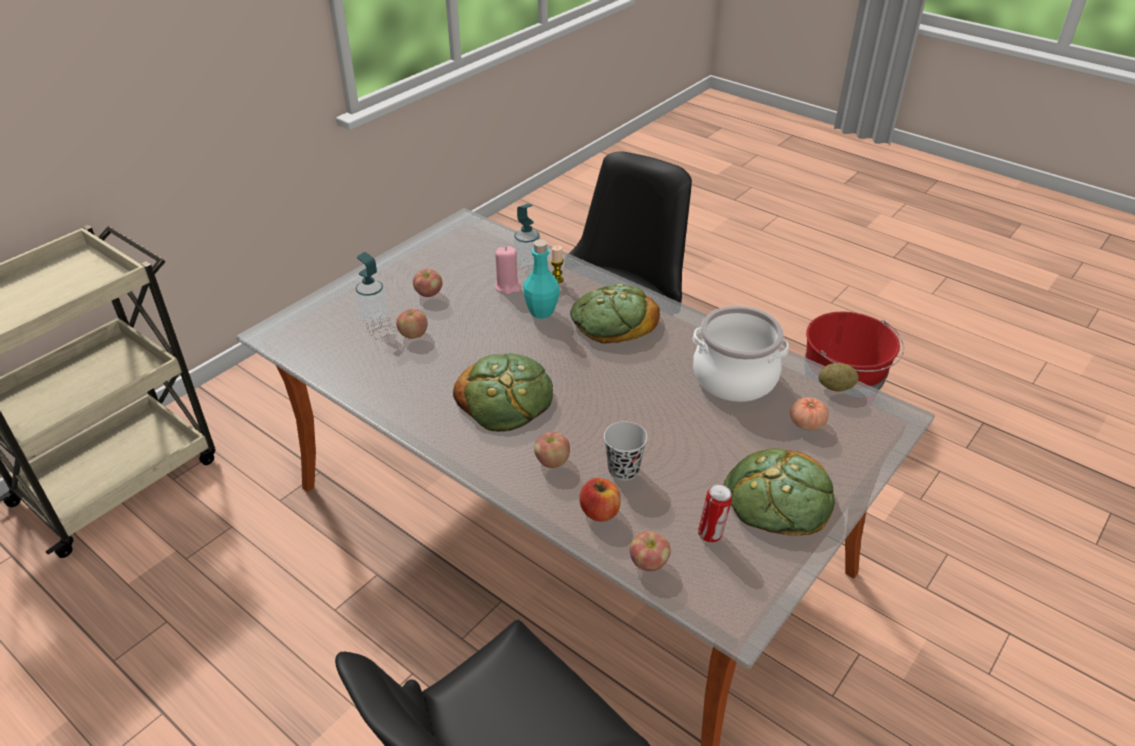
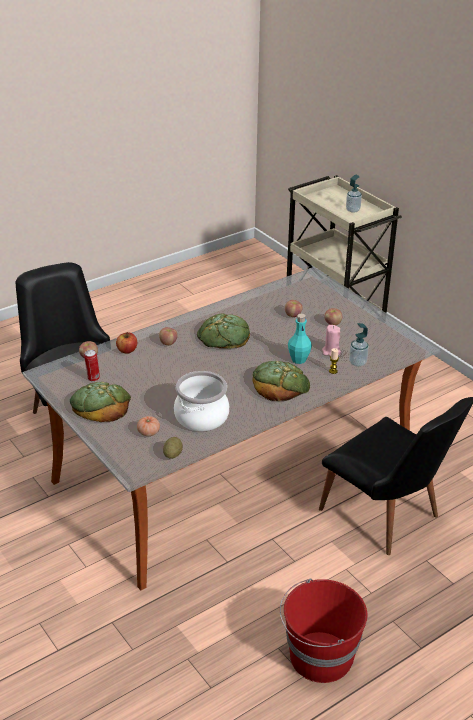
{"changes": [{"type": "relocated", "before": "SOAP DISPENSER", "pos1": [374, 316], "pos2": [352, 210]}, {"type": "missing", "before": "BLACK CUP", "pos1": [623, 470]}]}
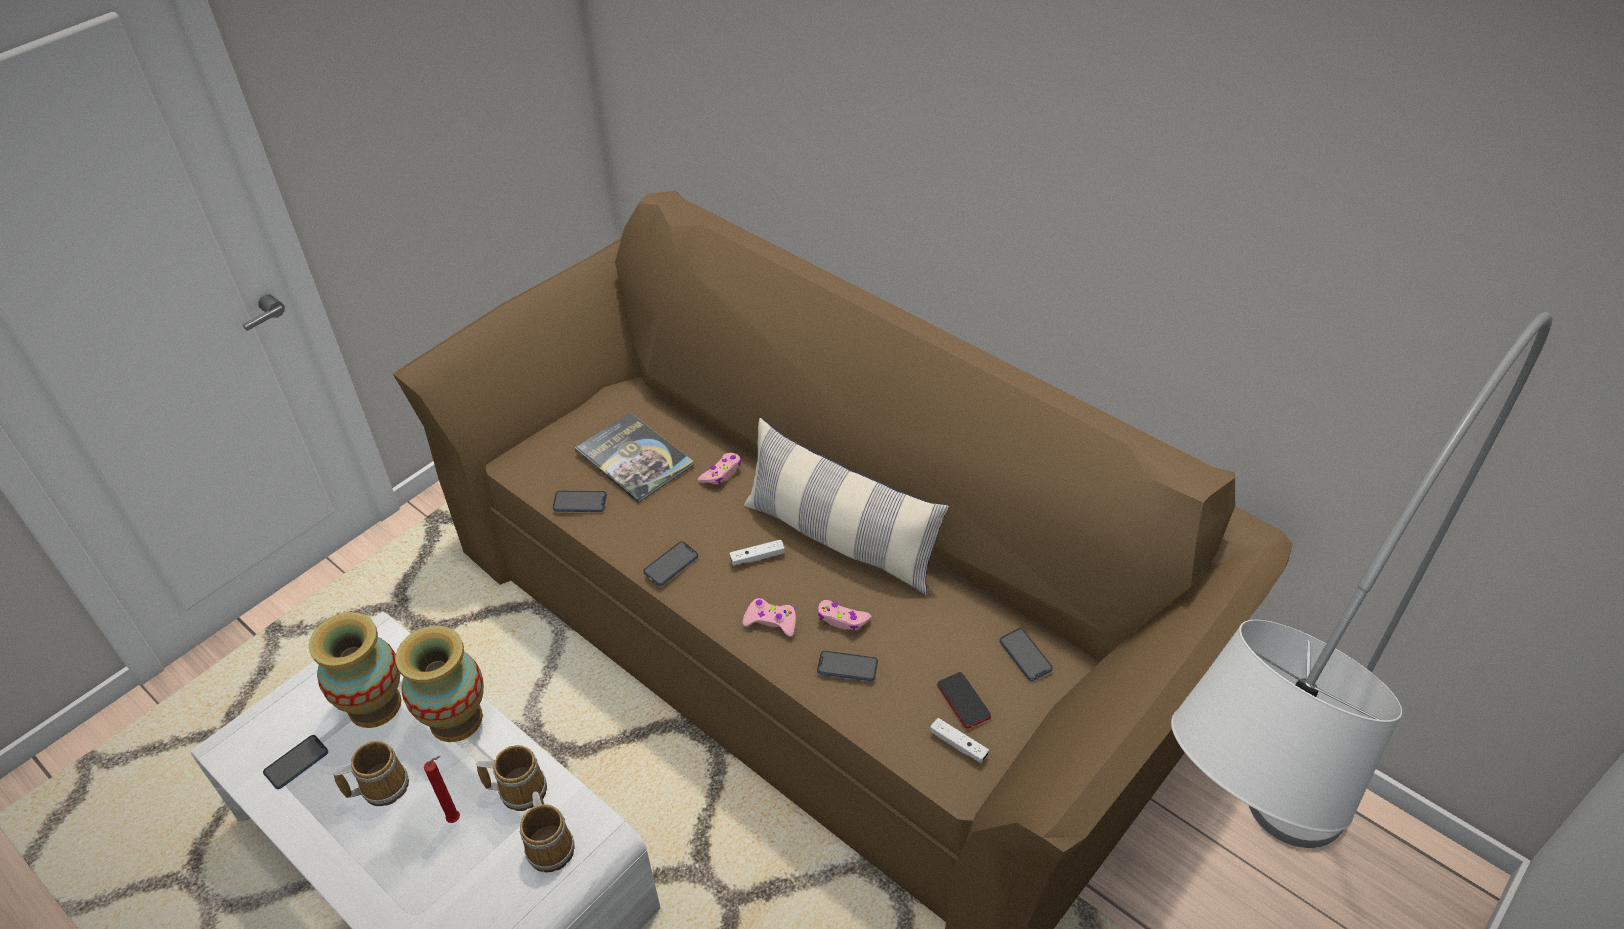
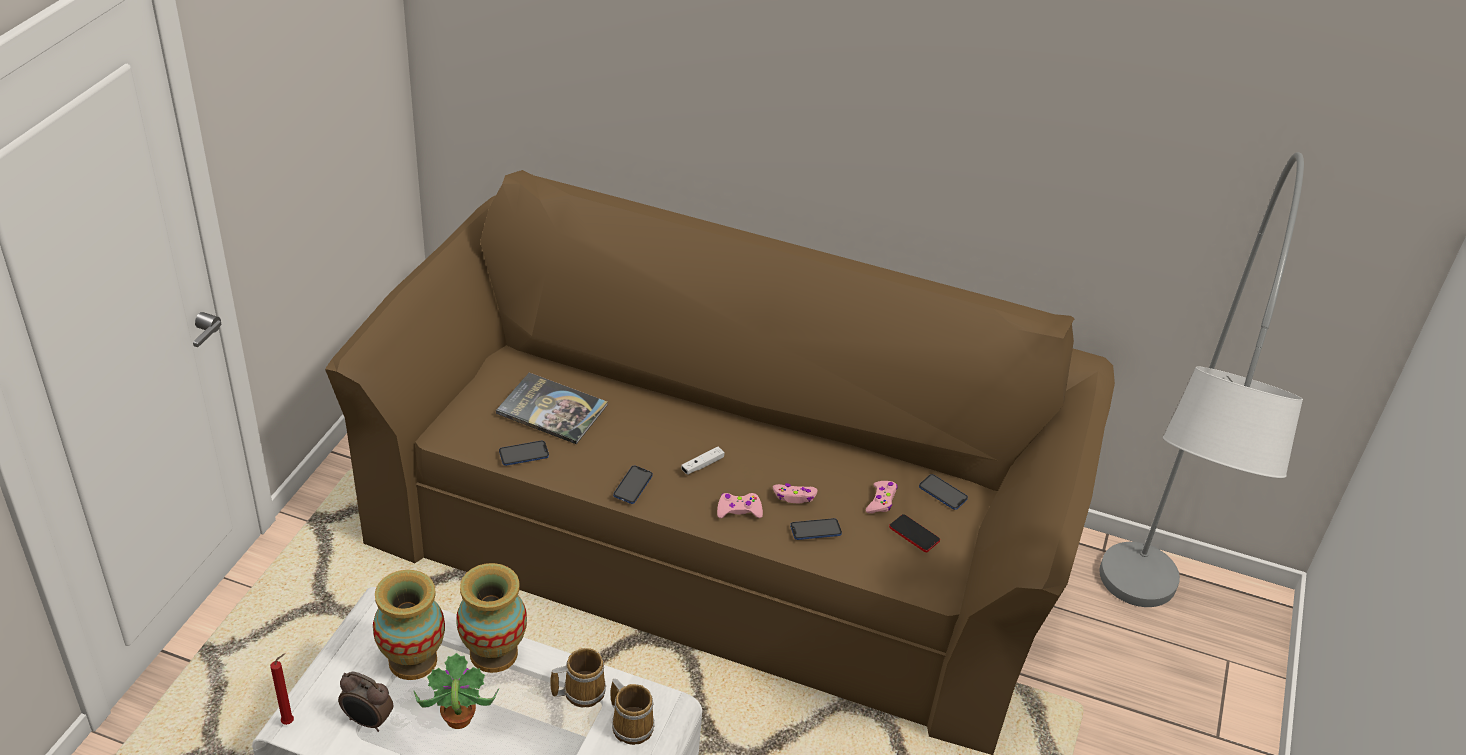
{"changes": [{"type": "exchanged", "before": "PHONE", "after": "ALARM CLOCK", "pos1": [296, 763], "pos2": [368, 721]}, {"type": "exchanged", "before": "MUG", "after": "POTTED PLANT", "pos1": [381, 786], "pos2": [457, 719]}, {"type": "relocated", "before": "RED CANDLE", "pos1": [456, 819], "pos2": [290, 721]}, {"type": "relocated", "before": "PINK GAME CONTROLLER", "pos1": [722, 473], "pos2": [881, 501]}, {"type": "missing", "before": "PILLOW", "pos1": [840, 539]}, {"type": "missing", "before": "WHITE GAME CONTROLLER", "pos1": [958, 745]}]}
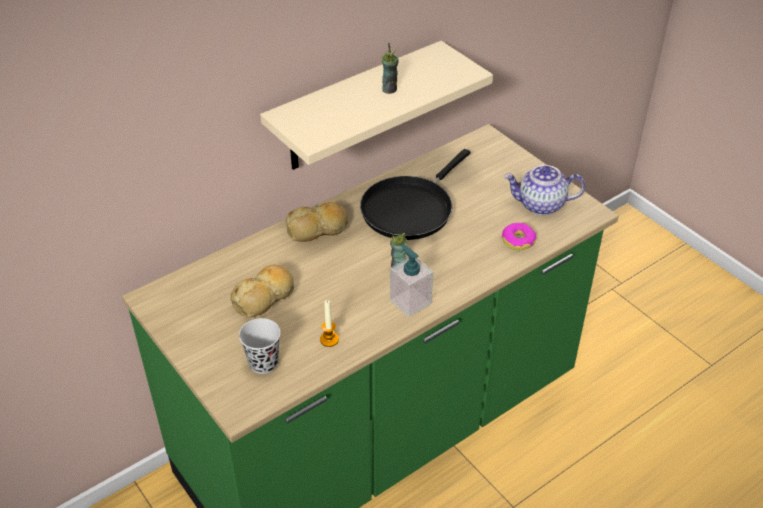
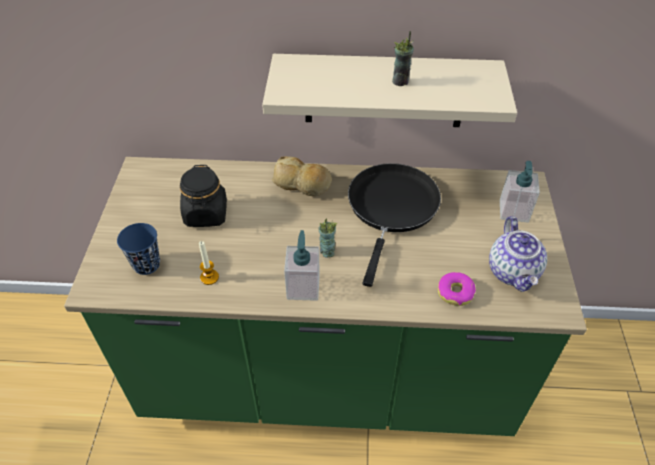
{"changes": [{"type": "exchanged", "before": "BREAD", "after": "BLACK JAR", "pos1": [265, 297], "pos2": [206, 214]}, {"type": "colour", "before": "BLACK CUP", "after": "BLUE CUP", "pos1": [263, 363], "pos2": [146, 264]}, {"type": "spun", "before": "BLACK FRYING PAN", "pos1": [410, 208], "pos2": [391, 208], "turn": 120}, {"type": "spun", "before": "TEAPOT", "pos1": [540, 205], "pos2": [513, 272], "turn": -135}, {"type": "appeared", "after": "SOAP DISPENSER", "pos2": [513, 211]}]}
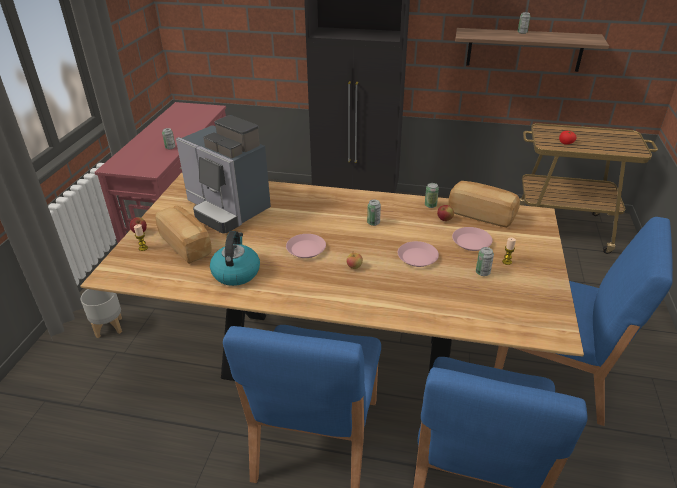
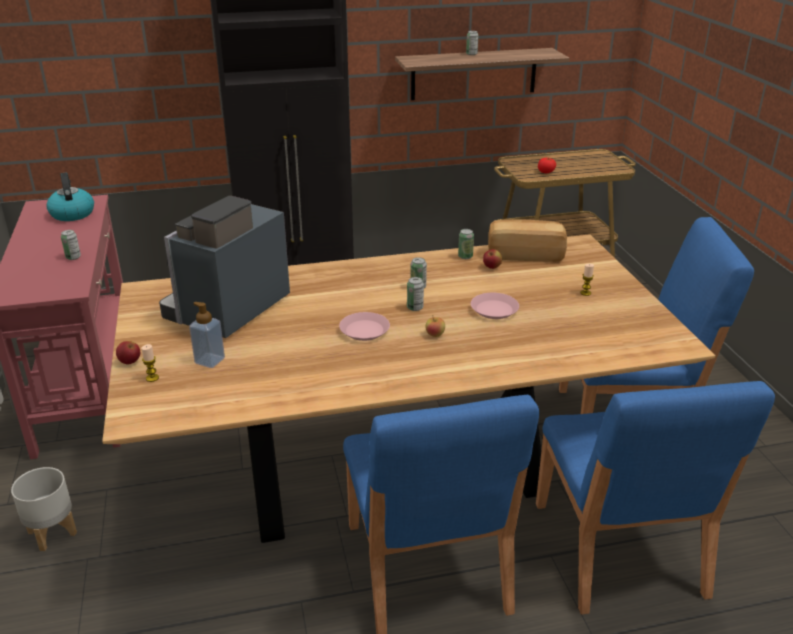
{"changes": [{"type": "exchanged", "before": "BREAD", "after": "SOAP DISPENSER", "pos1": [187, 245], "pos2": [210, 361]}, {"type": "spun", "before": "COFFEE MACHINE", "pos1": [227, 209], "pos2": [227, 311], "turn": 105}, {"type": "relocated", "before": "KETTLE", "pos1": [236, 272], "pos2": [72, 214]}, {"type": "missing", "before": "PINK PLATE", "pos1": [471, 242]}, {"type": "relocated", "before": "CAN", "pos1": [482, 272], "pos2": [415, 308]}]}
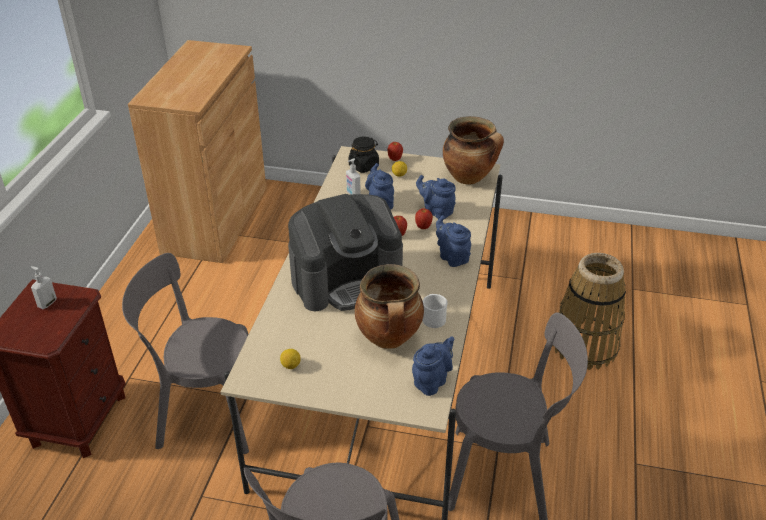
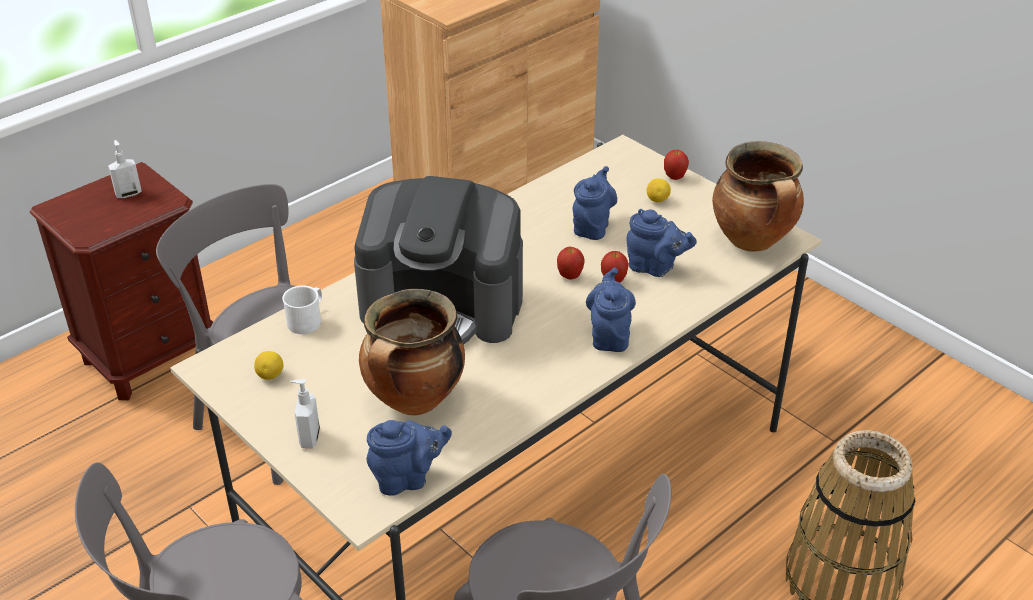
{"changes": [{"type": "relocated", "before": "SOAP DISPENSER", "pos1": [353, 194], "pos2": [308, 438]}, {"type": "missing", "before": "BLACK JAR", "pos1": [364, 166]}, {"type": "spun", "before": "BLUE TEAPOT", "pos1": [436, 211], "pos2": [655, 267], "turn": 135}, {"type": "relocated", "before": "WHITE MUG", "pos1": [433, 317], "pos2": [307, 320]}]}
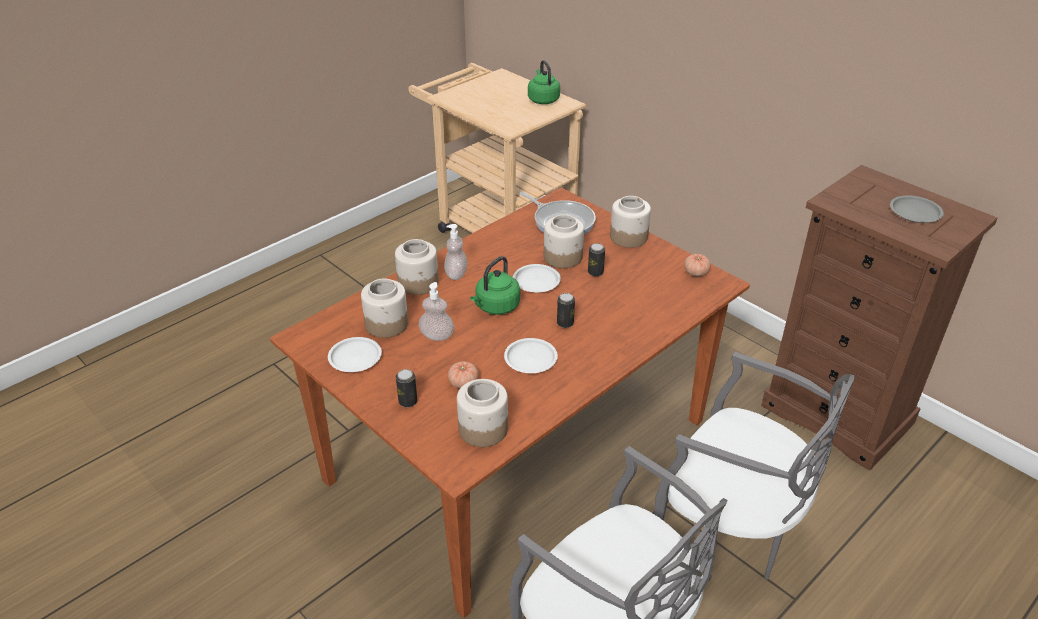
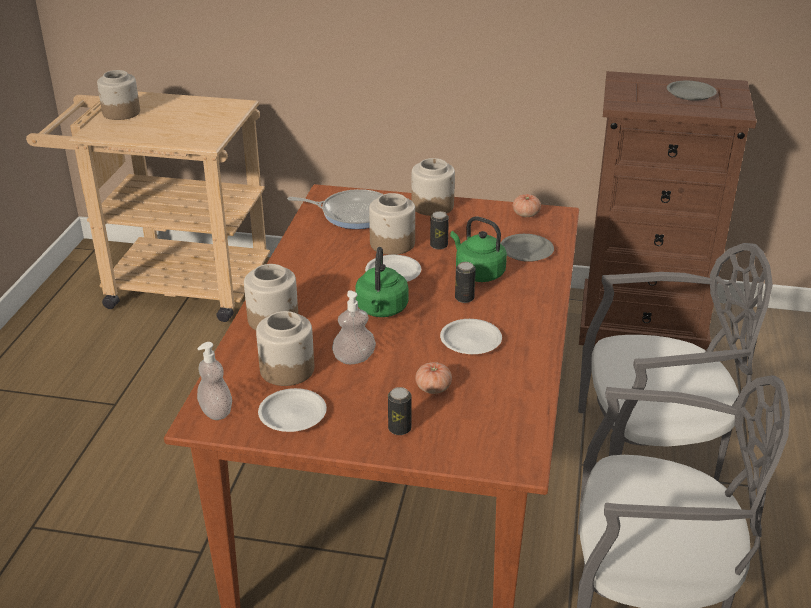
{"changes": [{"type": "relocated", "before": "SOAP DISPENSER", "pos1": [456, 274], "pos2": [216, 411]}, {"type": "relocated", "before": "JAR", "pos1": [482, 429], "pos2": [121, 113]}, {"type": "relocated", "before": "GREEN KETTLE", "pos1": [543, 99], "pos2": [477, 273]}, {"type": "appeared", "after": "GREY PLATE", "pos2": [526, 251]}]}
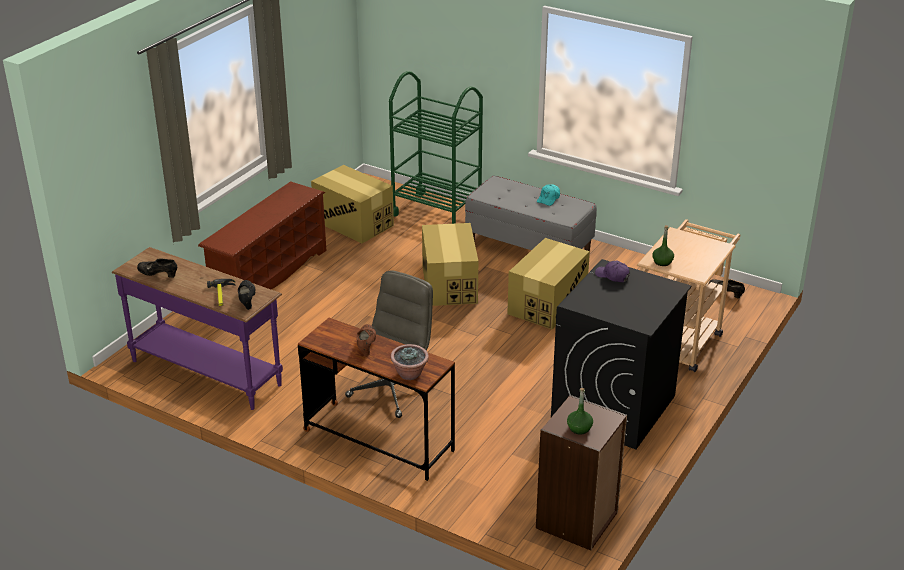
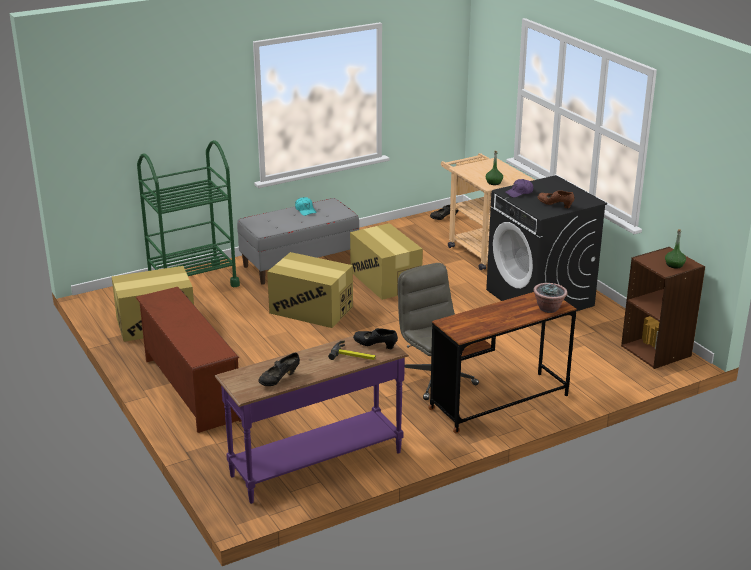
{"changes": [{"type": "relocated", "before": "BROWN SHOE", "pos1": [366, 345], "pos2": [555, 205]}]}
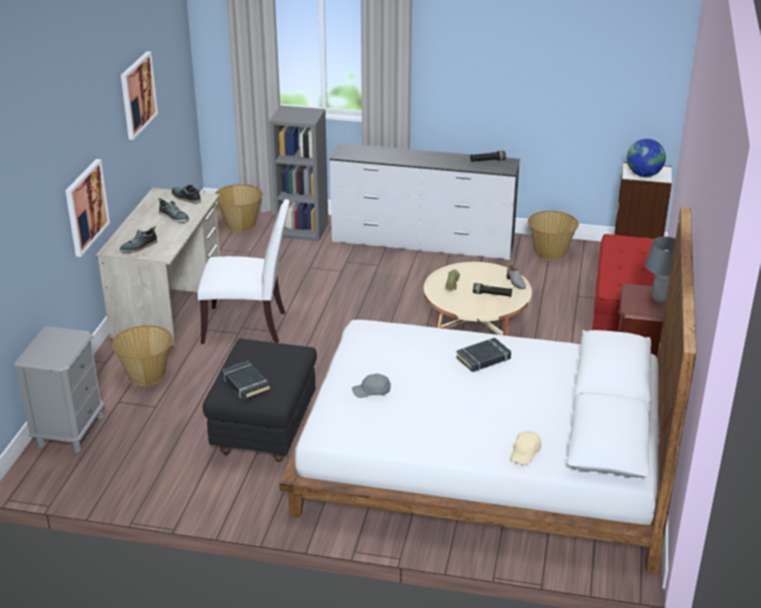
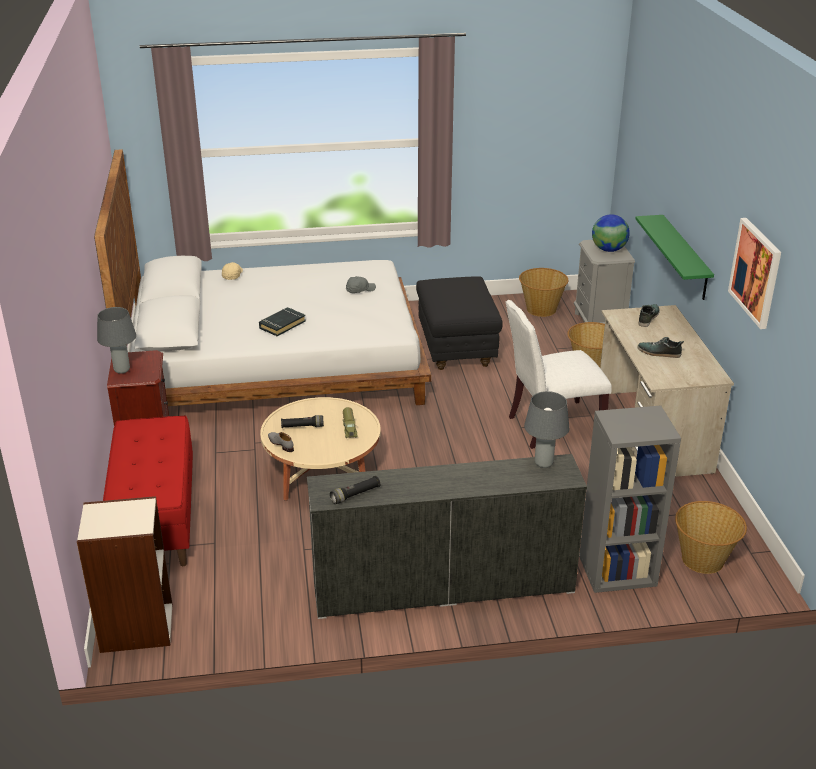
{"changes": [{"type": "exchanged", "before": "PICTURE", "after": "GREEN SHELF", "pos1": [86, 207], "pos2": [685, 258]}, {"type": "missing", "before": "SHOE", "pos1": [185, 197]}, {"type": "missing", "before": "BLACK BOOK", "pos1": [246, 384]}, {"type": "relocated", "before": "BASKET", "pos1": [550, 253], "pos2": [541, 309]}, {"type": "relocated", "before": "GLOBE", "pos1": [643, 175], "pos2": [608, 250]}, {"type": "appeared", "after": "GREY TABLE LAMP", "pos2": [543, 463]}]}
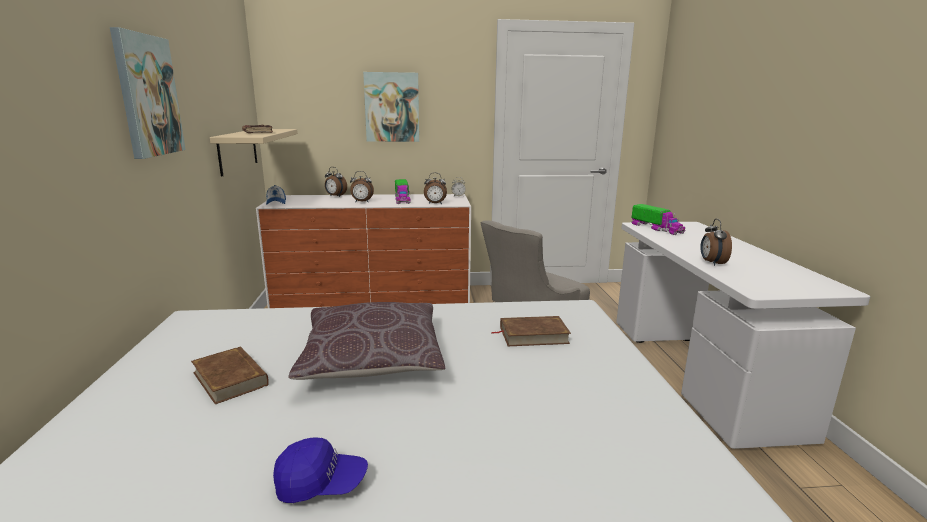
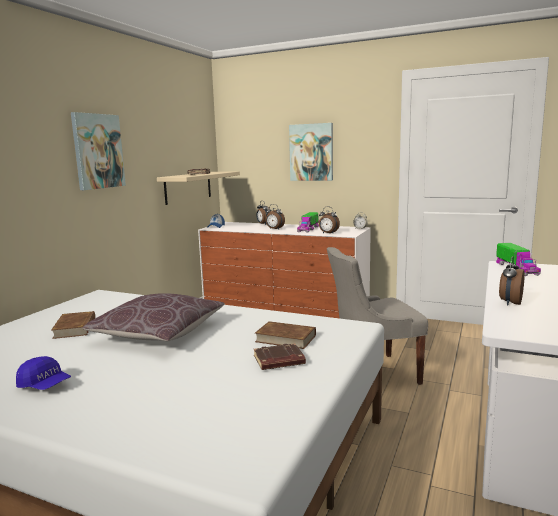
{"changes": [{"type": "appeared", "after": "BROWN BOOK", "pos2": [278, 361]}]}
